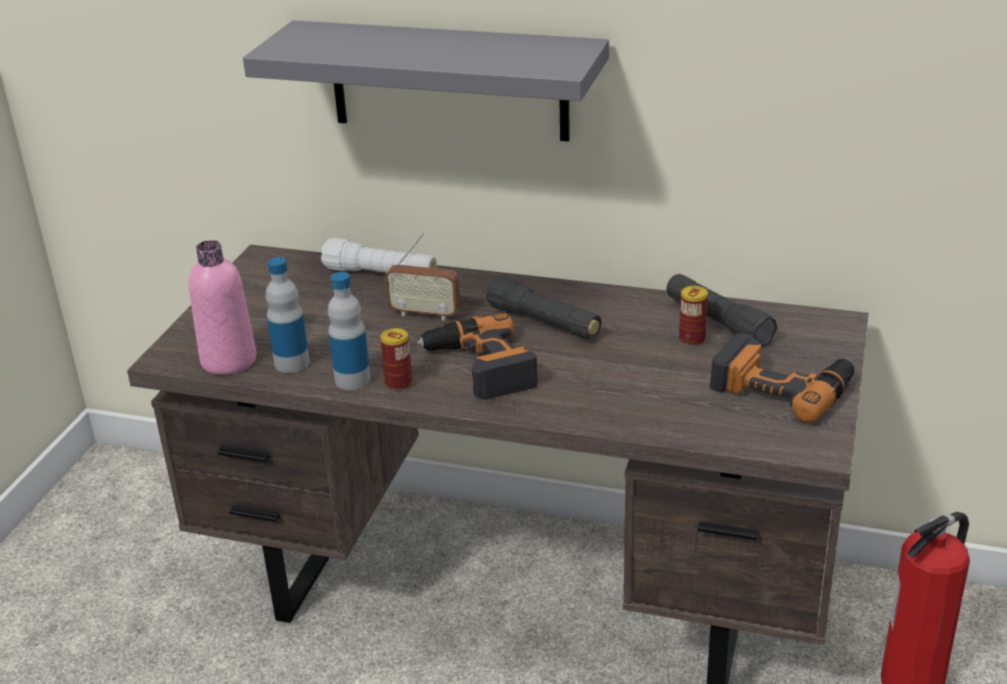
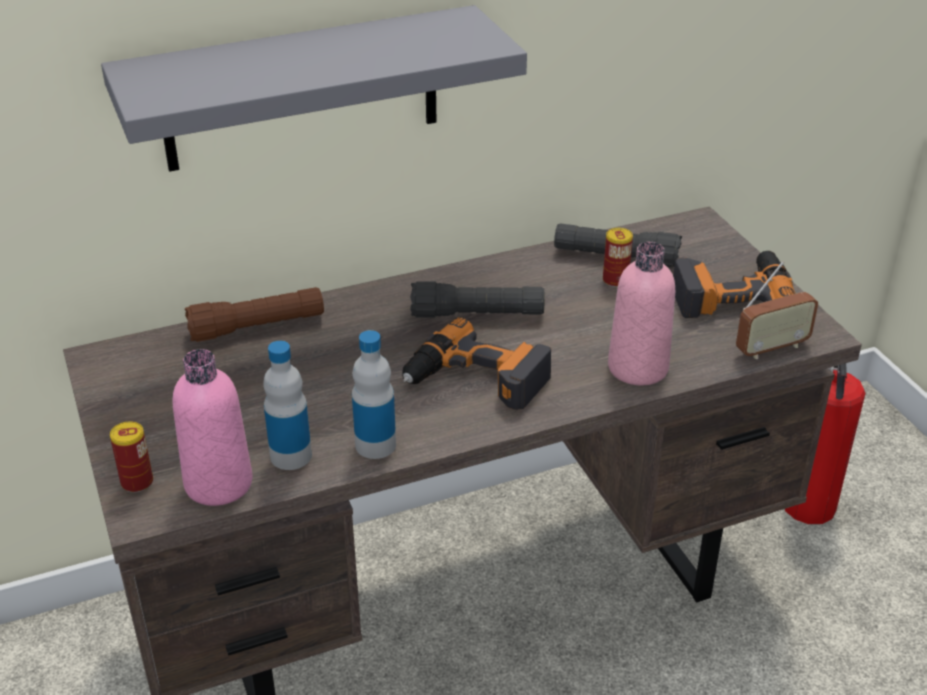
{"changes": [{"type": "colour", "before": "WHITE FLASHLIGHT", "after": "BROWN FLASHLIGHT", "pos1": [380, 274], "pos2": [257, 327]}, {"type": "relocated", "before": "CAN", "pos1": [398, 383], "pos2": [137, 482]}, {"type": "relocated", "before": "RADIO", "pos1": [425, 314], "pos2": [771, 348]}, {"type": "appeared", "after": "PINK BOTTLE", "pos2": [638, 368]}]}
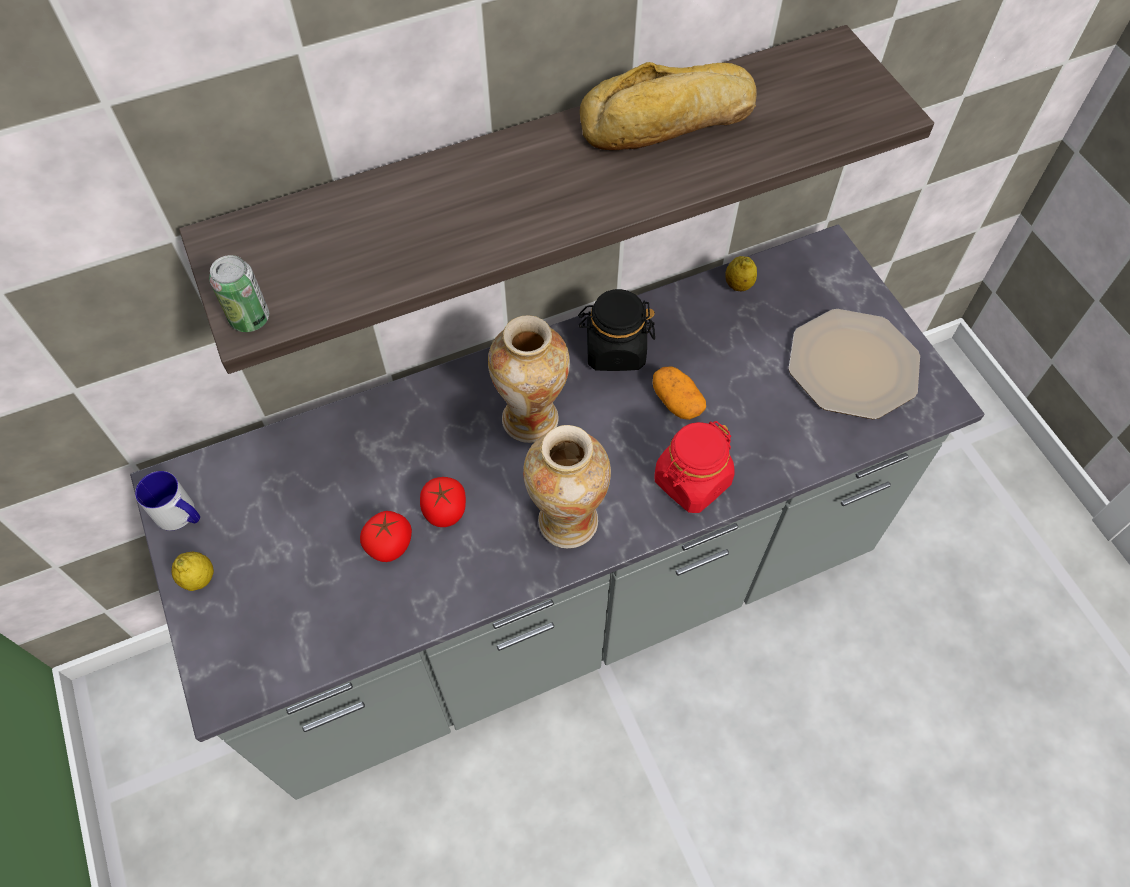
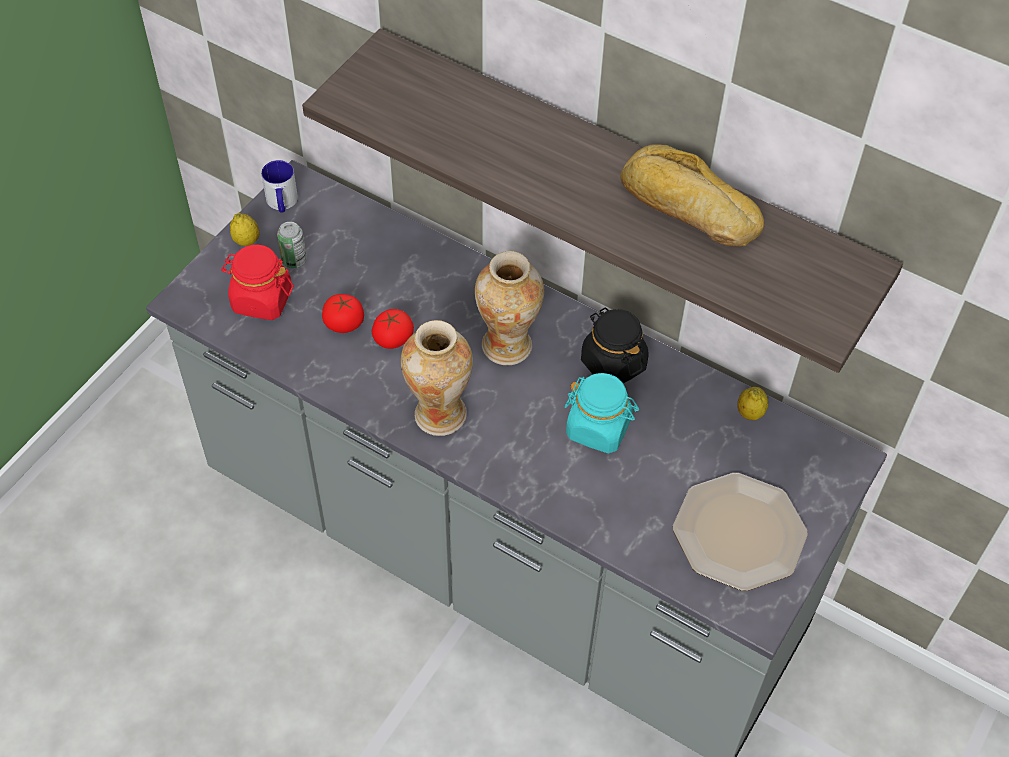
{"changes": [{"type": "relocated", "before": "CAN", "pos1": [250, 318], "pos2": [294, 260]}, {"type": "exchanged", "before": "POTATO", "after": "TURQUOISE JAR", "pos1": [676, 401], "pos2": [599, 428]}, {"type": "relocated", "before": "RED JAR", "pos1": [691, 482], "pos2": [261, 300]}]}
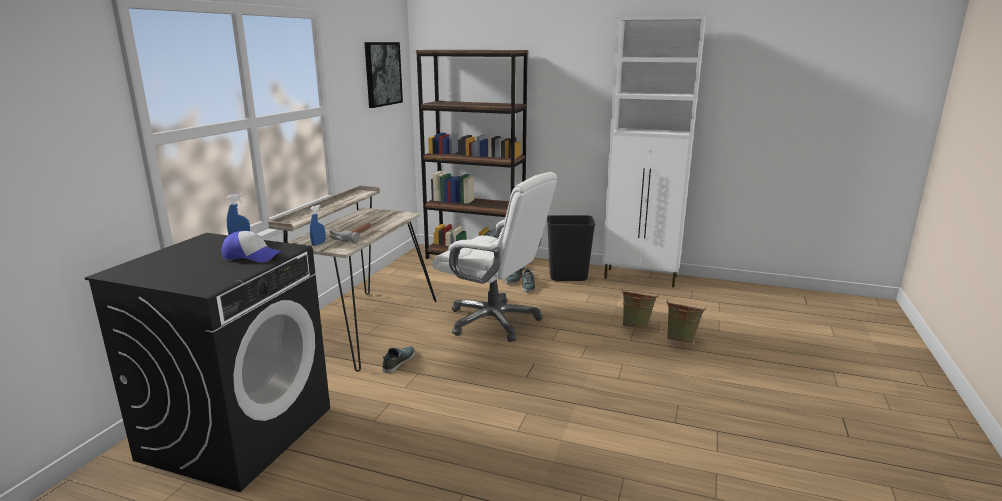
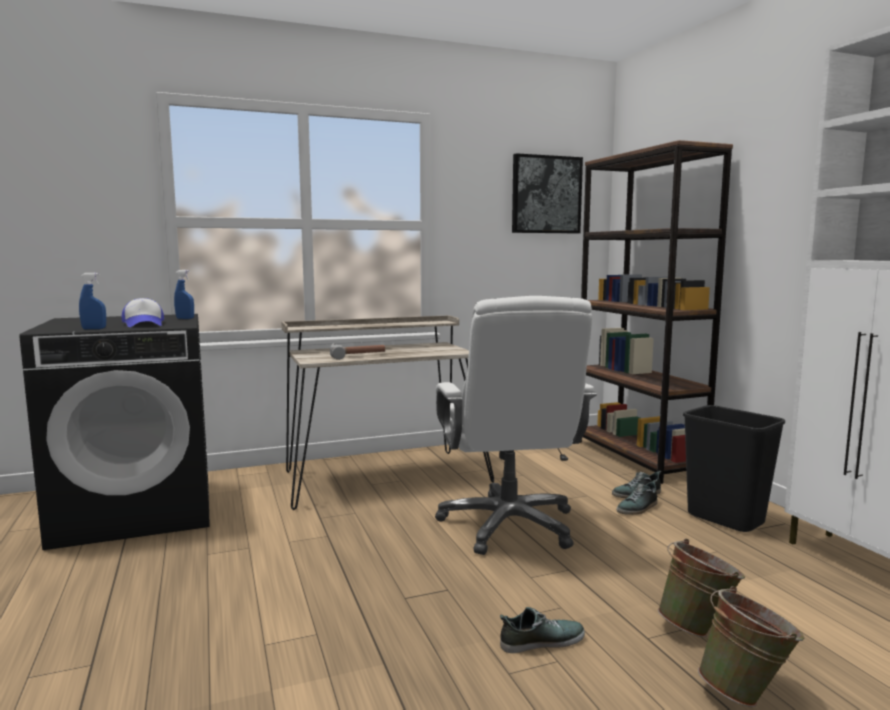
{"changes": [{"type": "relocated", "before": "BLUE SPRAY BOTTLE", "pos1": [318, 244], "pos2": [94, 329]}, {"type": "relocated", "before": "SHOE", "pos1": [398, 362], "pos2": [541, 641]}]}
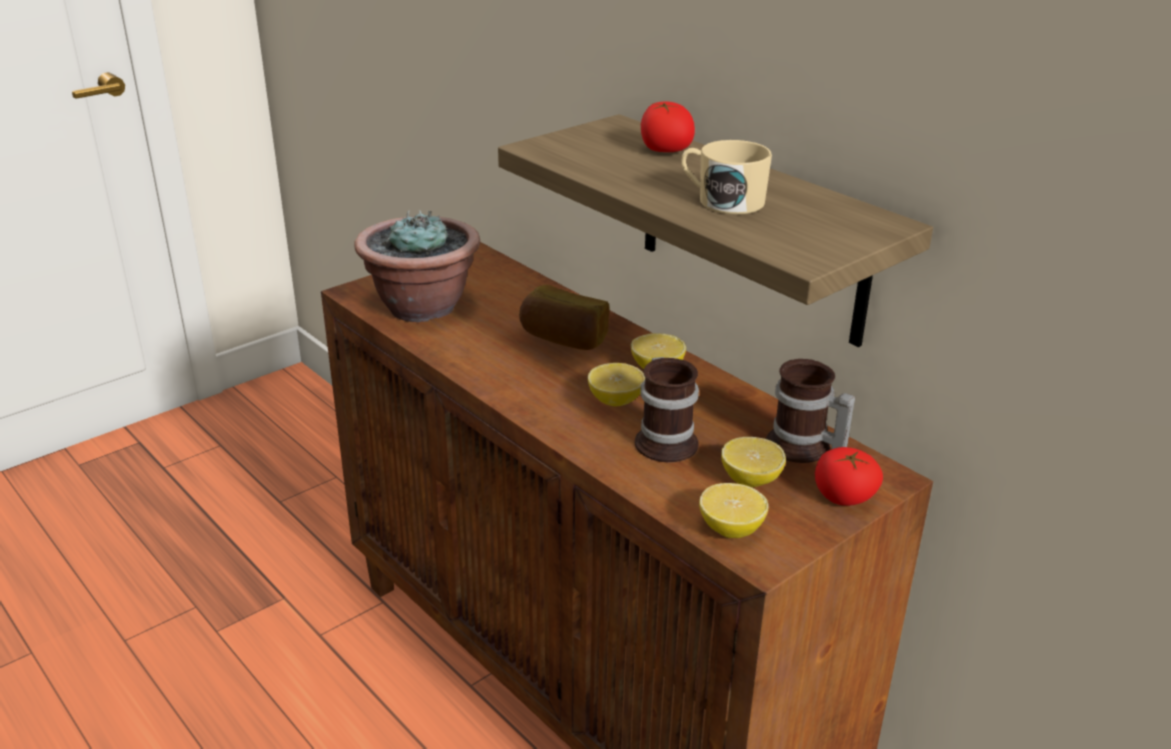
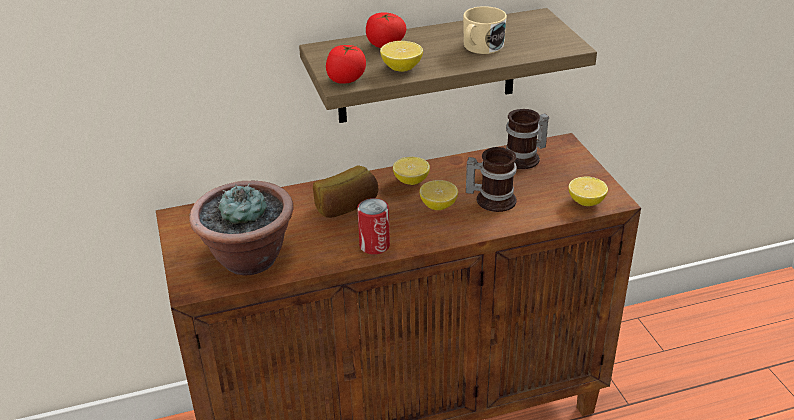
{"changes": [{"type": "relocated", "before": "LEMON", "pos1": [751, 479], "pos2": [401, 68]}, {"type": "relocated", "before": "TOMATO", "pos1": [843, 497], "pos2": [346, 79]}, {"type": "appeared", "after": "CAN", "pos2": [374, 245]}]}
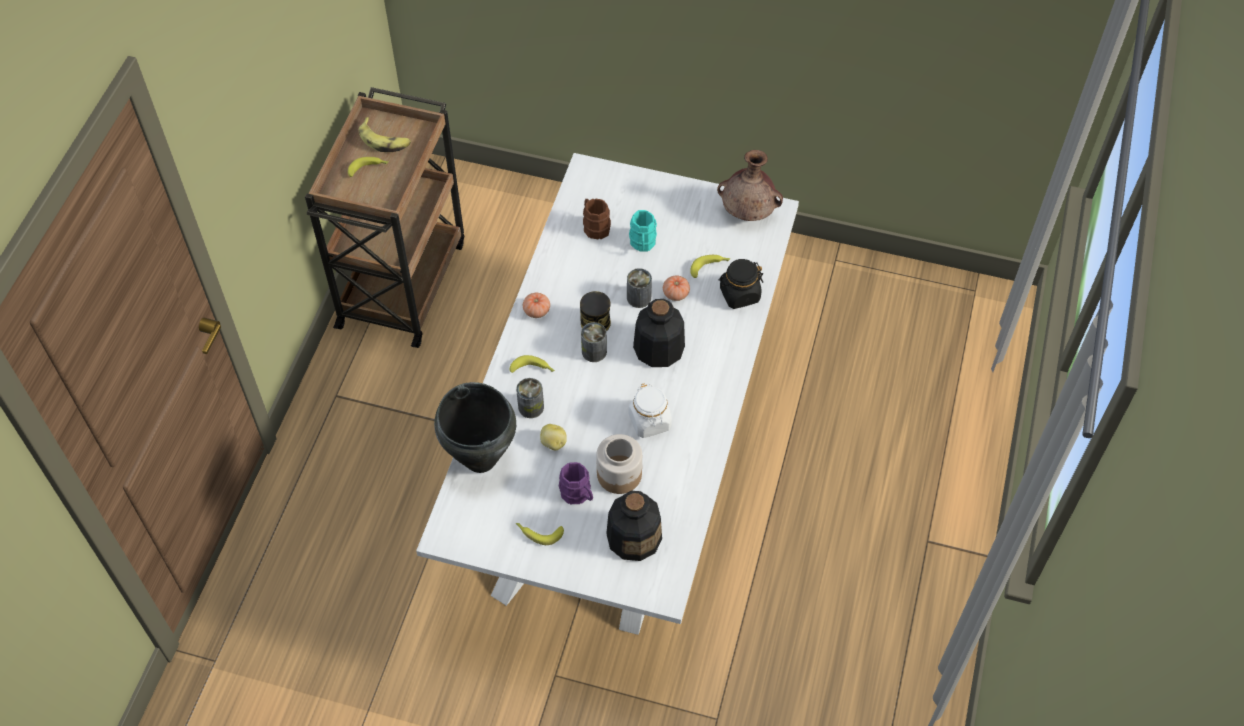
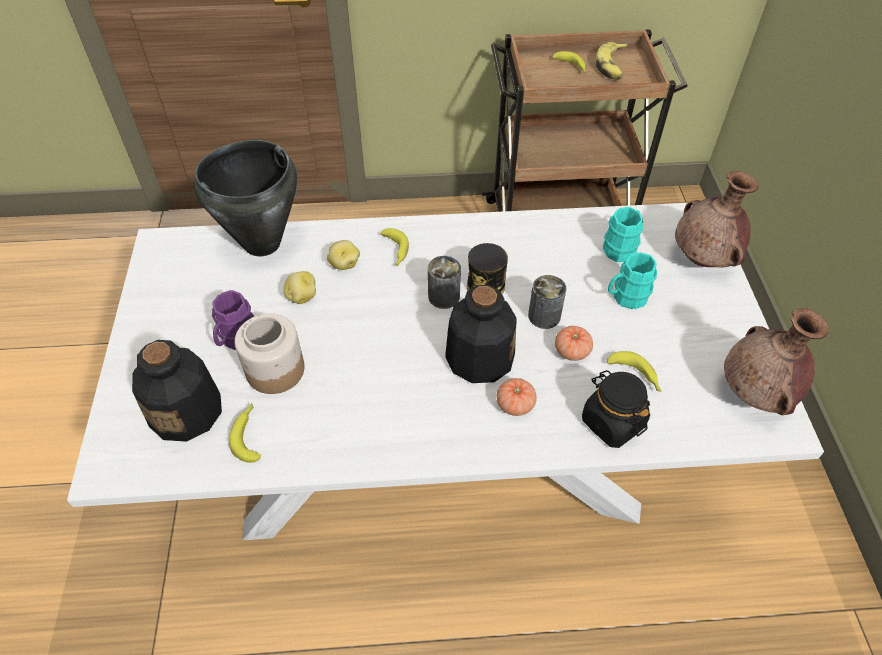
{"changes": [{"type": "exchanged", "before": "CAN", "after": "POTATO", "pos1": [531, 407], "pos2": [344, 264]}, {"type": "relocated", "before": "BANANA", "pos1": [538, 532], "pos2": [249, 435]}, {"type": "relocated", "before": "TOMATO", "pos1": [536, 311], "pos2": [515, 404]}, {"type": "colour", "before": "BROWN MUG", "after": "TURQUOISE MUG", "pos1": [594, 226], "pos2": [621, 247]}, {"type": "missing", "before": "WHITE JAR", "pos1": [650, 421]}, {"type": "appeared", "after": "BROWN VASE", "pos2": [703, 260]}]}
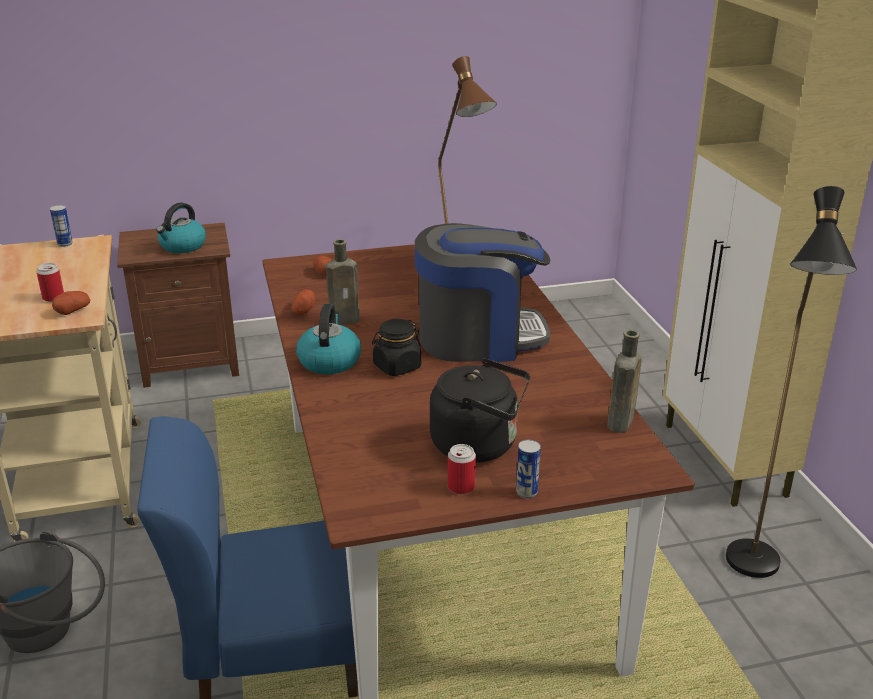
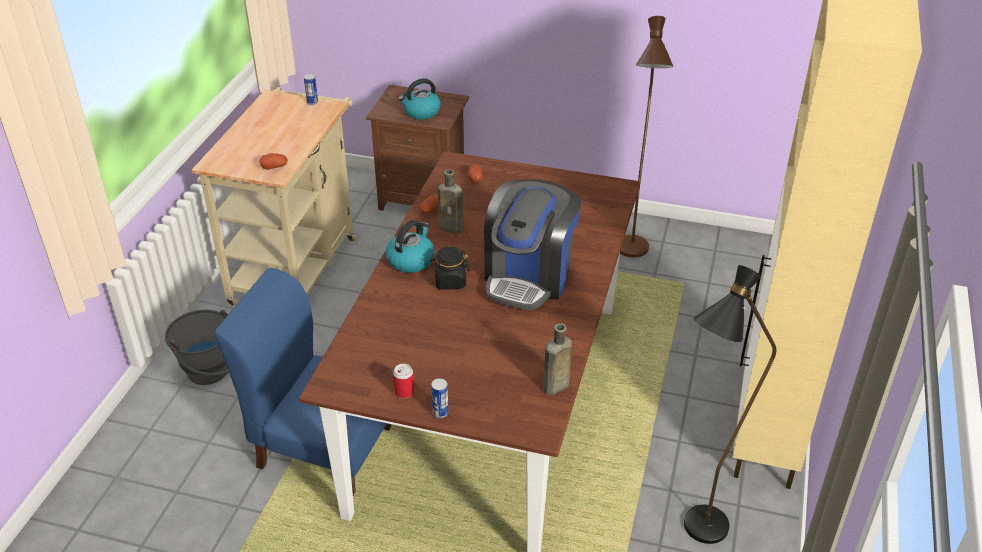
{"changes": [{"type": "missing", "before": "CAN", "pos1": [53, 298]}, {"type": "spun", "before": "COFFEE MACHINE", "pos1": [479, 338], "pos2": [529, 276], "turn": 90}, {"type": "missing", "before": "BLACK KETTLE", "pos1": [479, 445]}]}
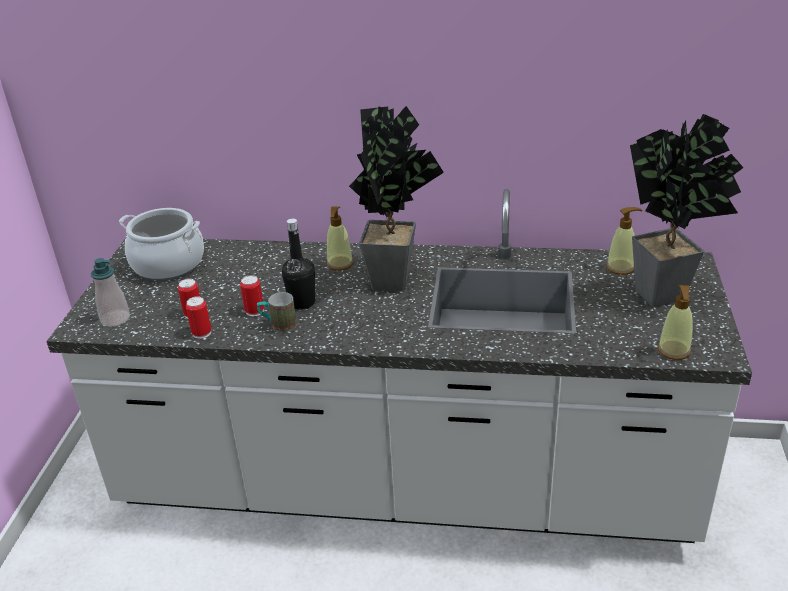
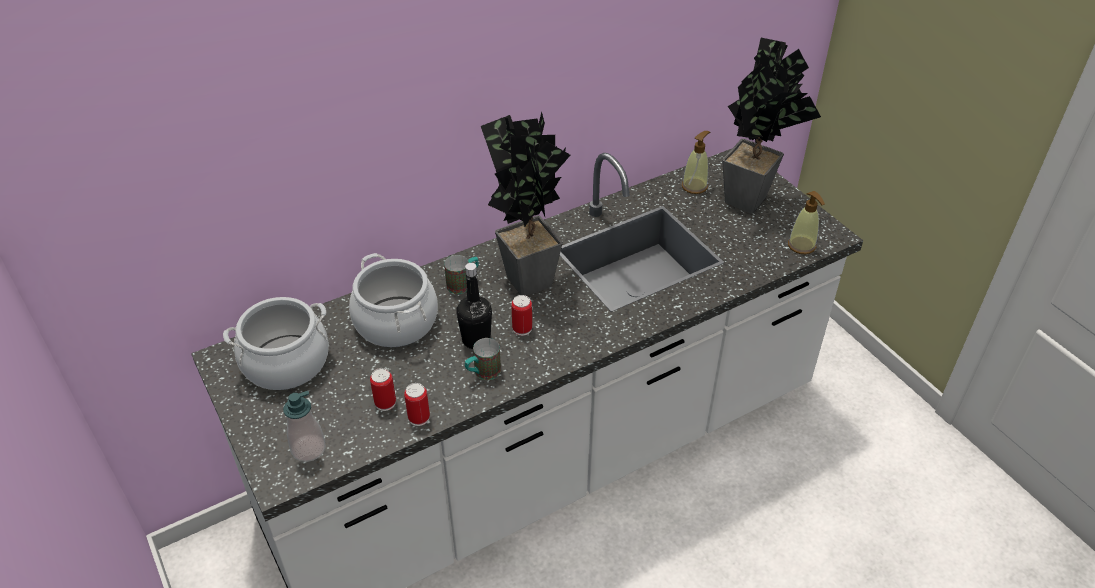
{"changes": [{"type": "relocated", "before": "CAN", "pos1": [254, 311], "pos2": [522, 328]}, {"type": "exchanged", "before": "SOAP DISPENSER", "after": "MUG", "pos1": [340, 264], "pos2": [463, 284]}, {"type": "appeared", "after": "COOKING POT", "pos2": [396, 322]}]}
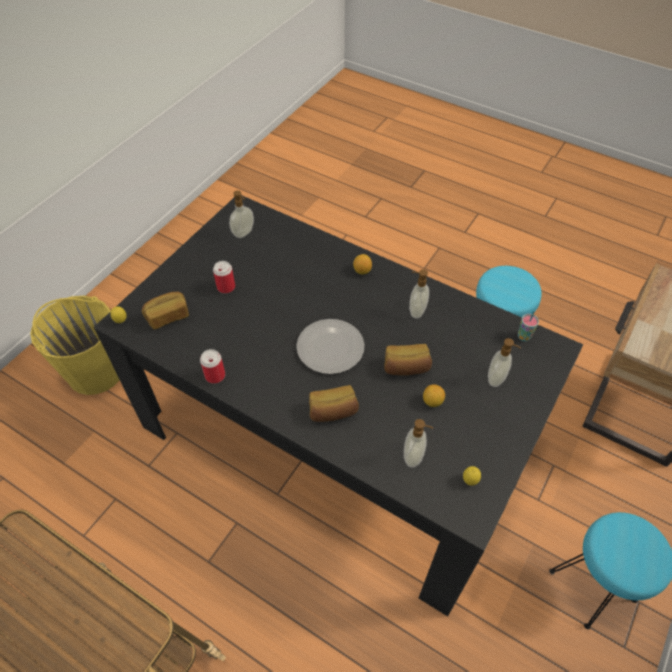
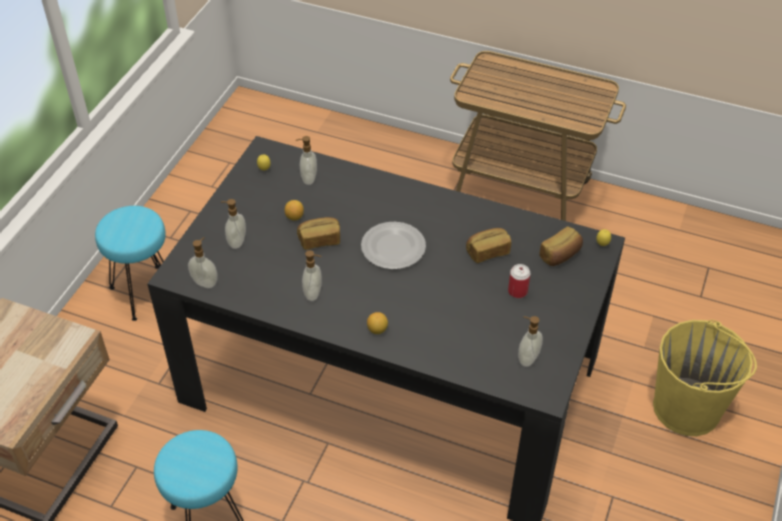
{"changes": [{"type": "missing", "before": "CAN", "pos1": [215, 375]}, {"type": "relocated", "before": "BREAD", "pos1": [333, 412], "pos2": [487, 251]}, {"type": "exchanged", "before": "CUP", "after": "SOAP DISPENSER", "pos1": [523, 336], "pos2": [205, 282]}]}
